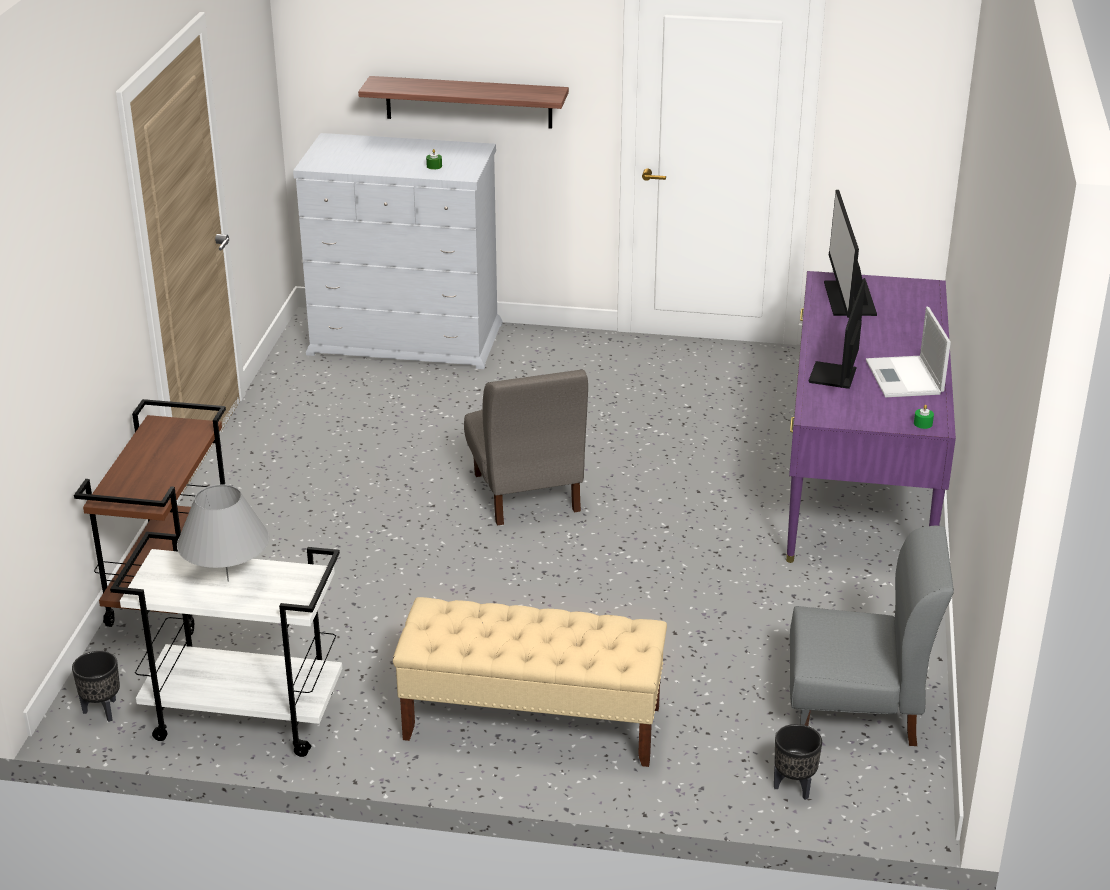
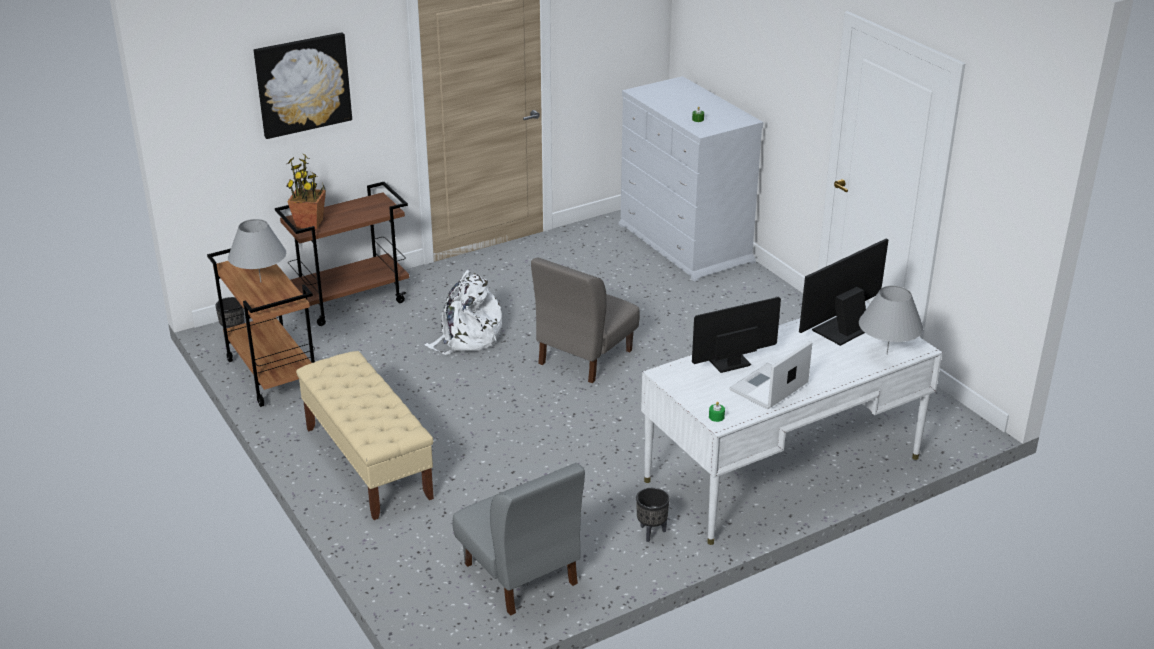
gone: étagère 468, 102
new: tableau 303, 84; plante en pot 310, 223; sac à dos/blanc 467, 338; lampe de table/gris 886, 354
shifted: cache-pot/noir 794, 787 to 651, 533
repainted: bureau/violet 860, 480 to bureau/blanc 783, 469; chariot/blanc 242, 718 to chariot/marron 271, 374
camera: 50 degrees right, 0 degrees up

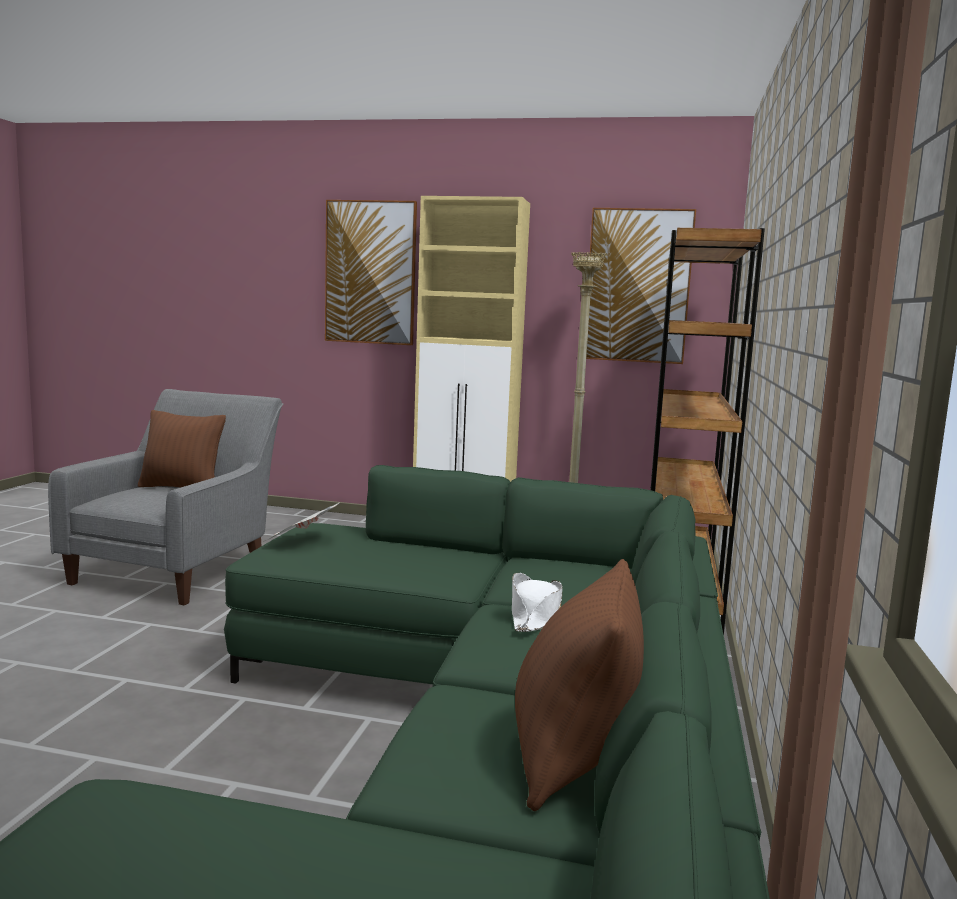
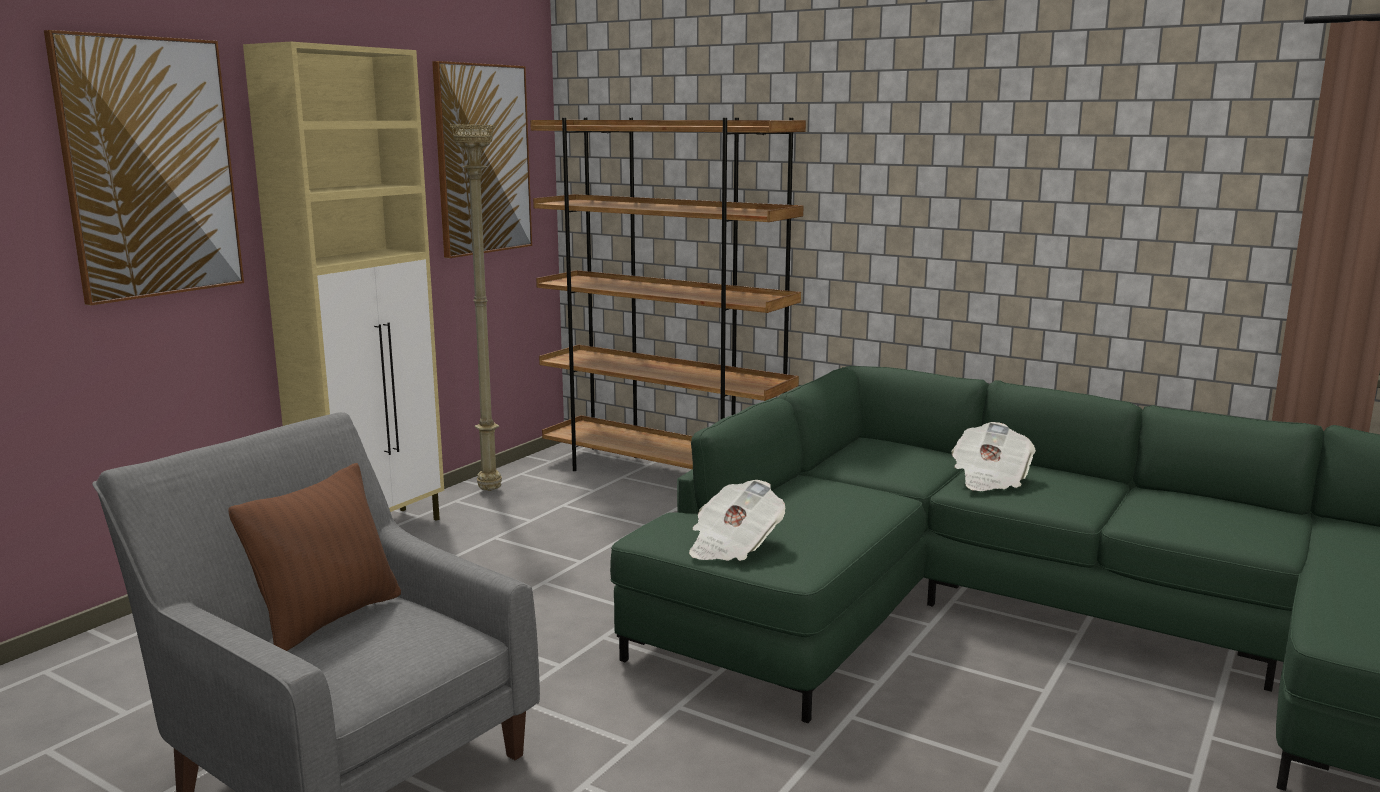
gone: coussin/marron 572, 757
swapped: chapeau/blanc 535, 615 to journal 989, 479
camera: 70 degrees left, 5 degrees up

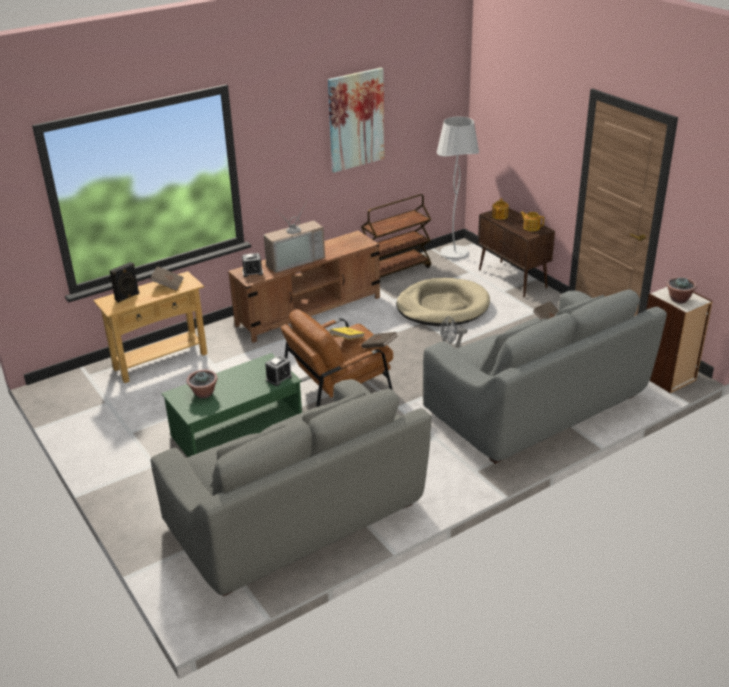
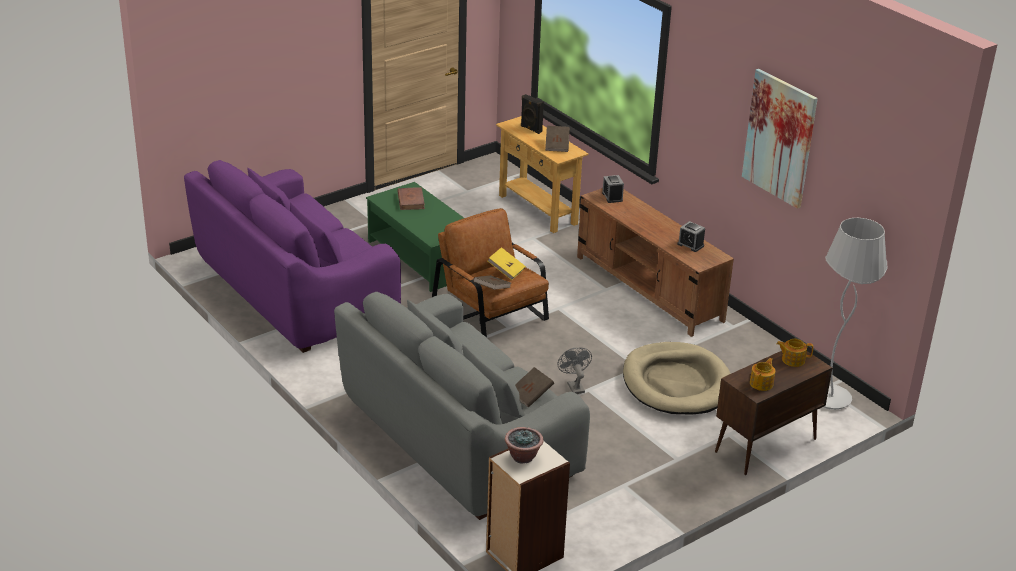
gone: chariot/marron 396, 271; téléviseur 294, 260
shifted: réveil 279, 378 to 690, 245
swapped: plante en pot 204, 394 to livre/marron 411, 200
repainted: canapé/gris 296, 517 to canapé/violet 295, 293
camera: 85 degrees right, 0 degrees up

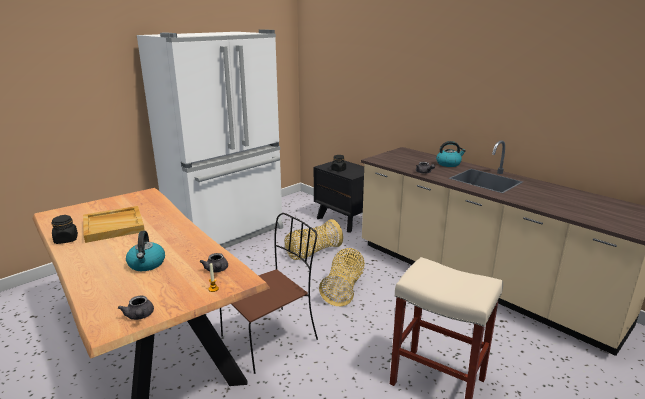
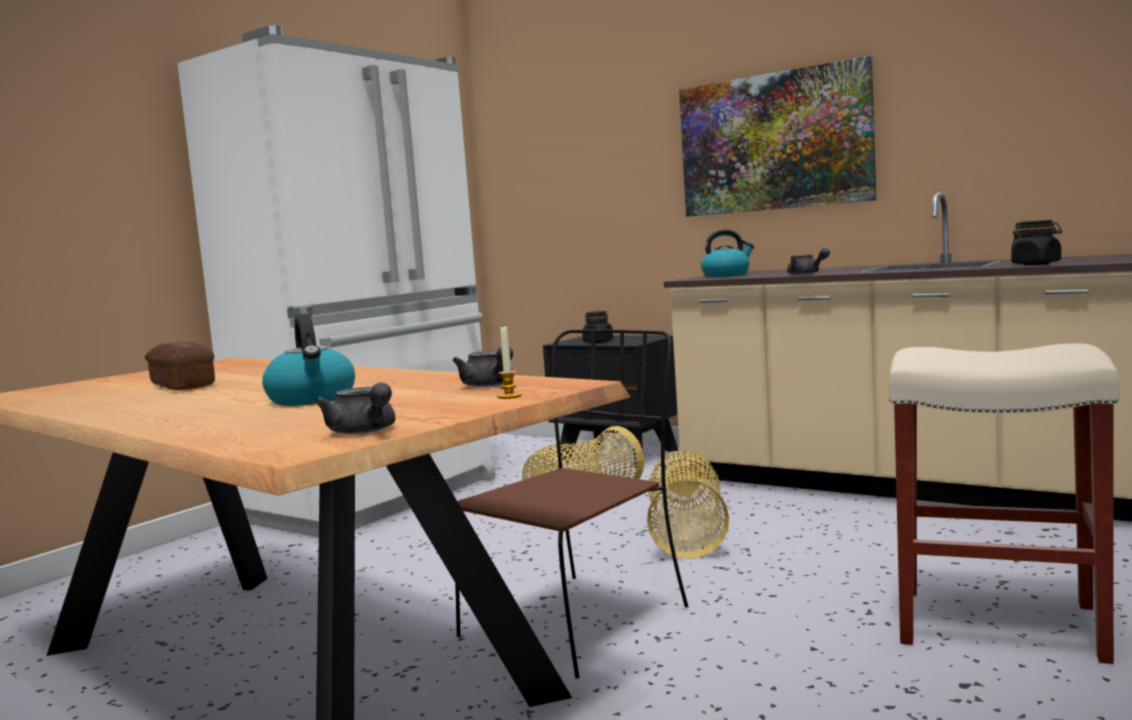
new: tableau 774, 142
shifted: bouilloire 448, 164 to 726, 275; bocal/noir 66, 240 to 1036, 264
swapped: plateau/beige 114, 226 to pain 182, 385
camera: 10 degrees left, 15 degrees down

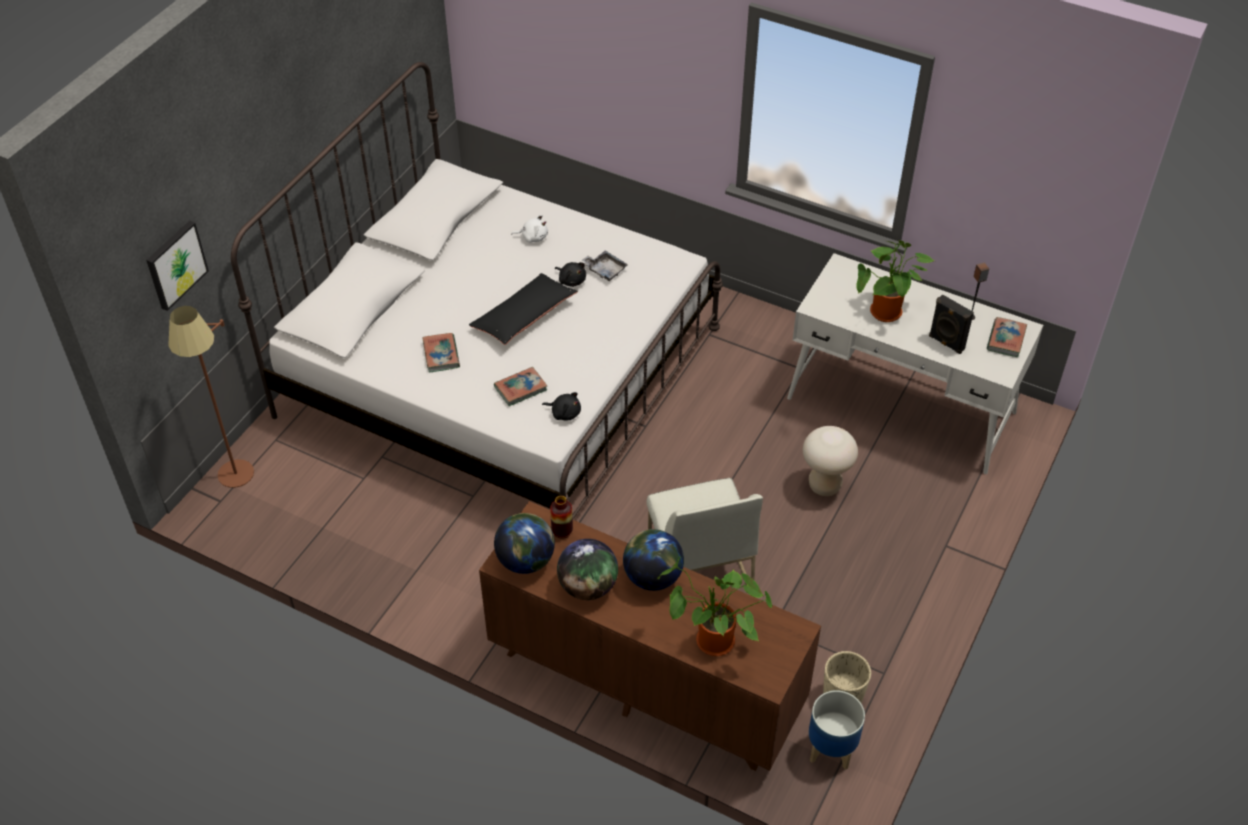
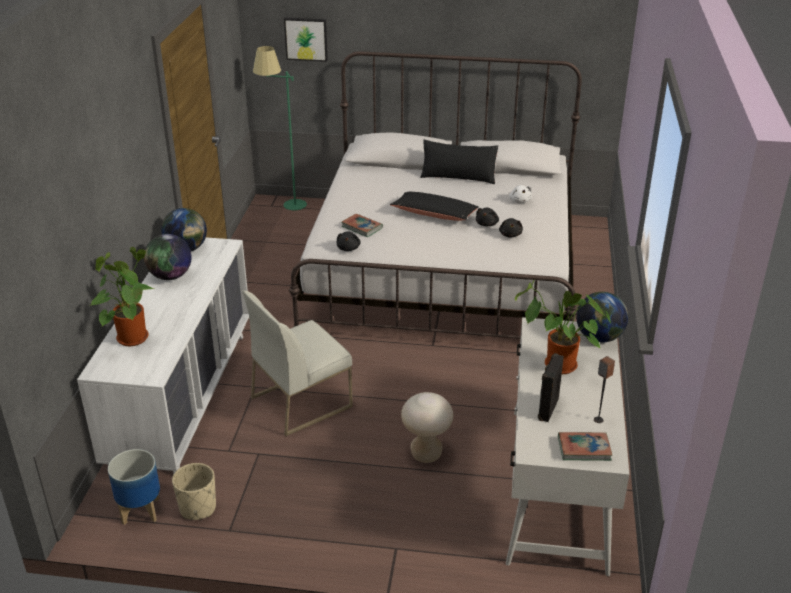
gone: livre 441, 355; vase 562, 531
new: coussin/noir 458, 177
shifted: globe 652, 577 to 599, 337
swapped: plateau/gris 605, 270 to peluche/noir 510, 234
repainted: lampadaire/marron 239, 485 to lampadaire/vert 286, 208; commode/marron 645, 680 to commode/blanc 183, 397
camera: 70 degrees right, 15 degrees down

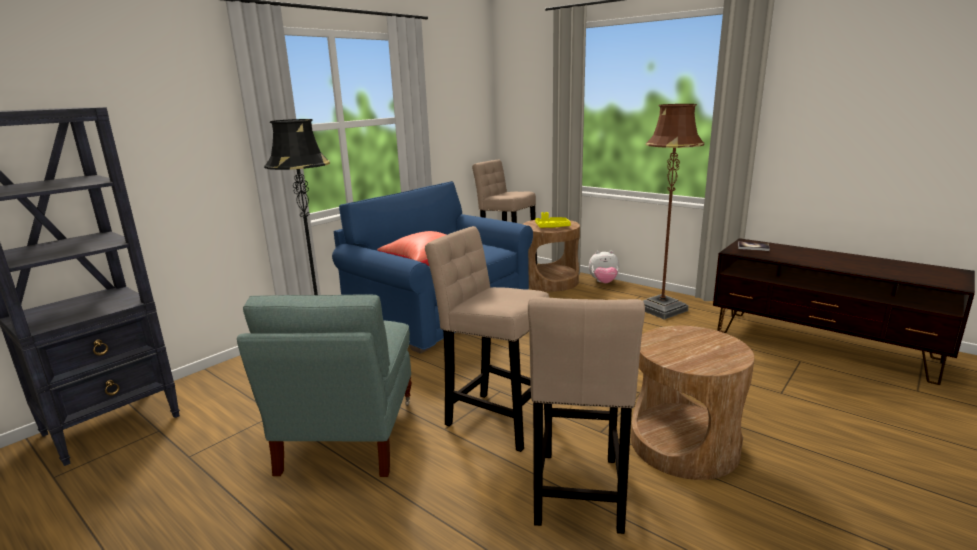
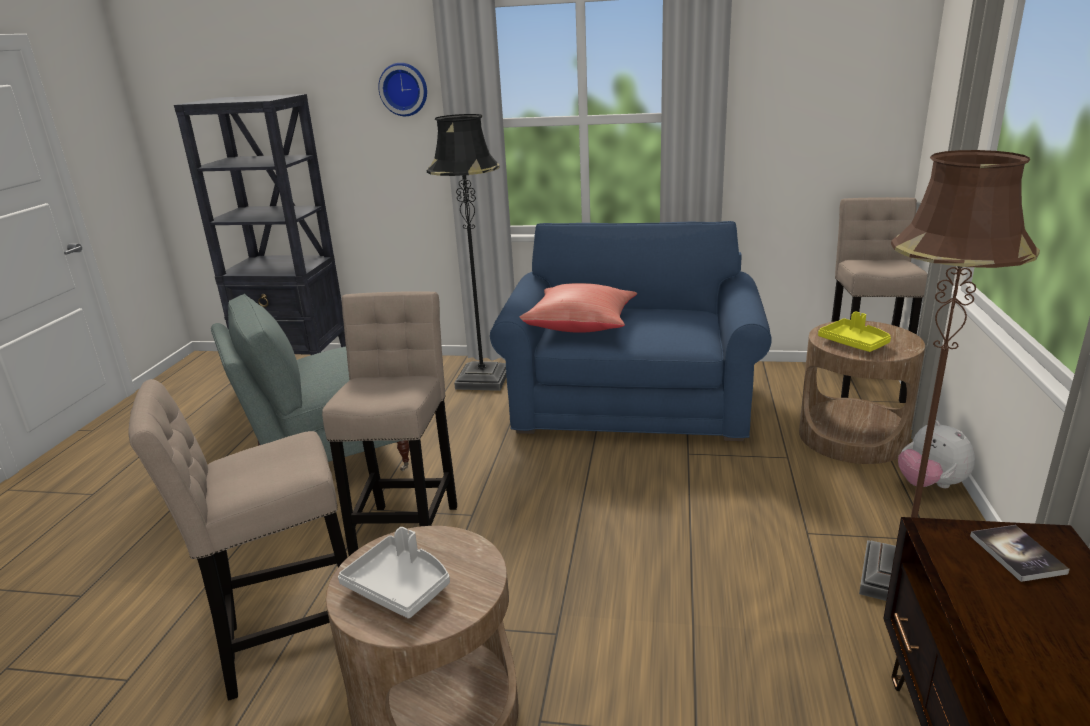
new: horloge murale 404, 89; plateau/gris 400, 586
camera: 60 degrees right, 5 degrees up

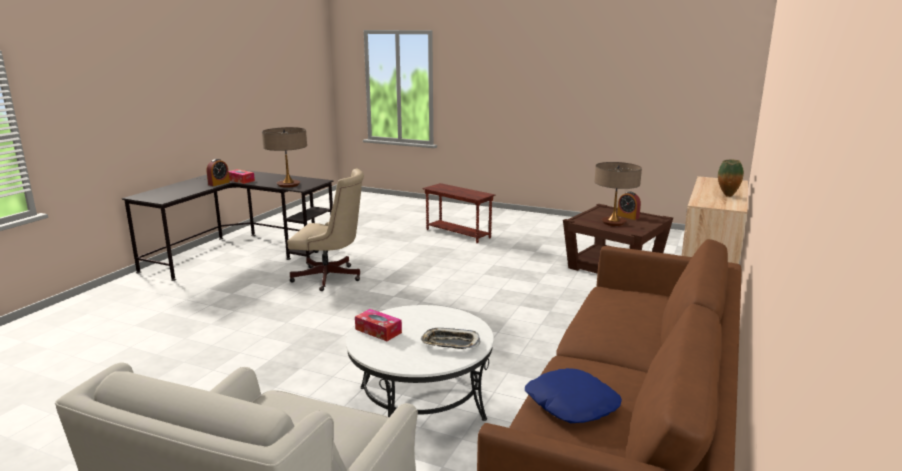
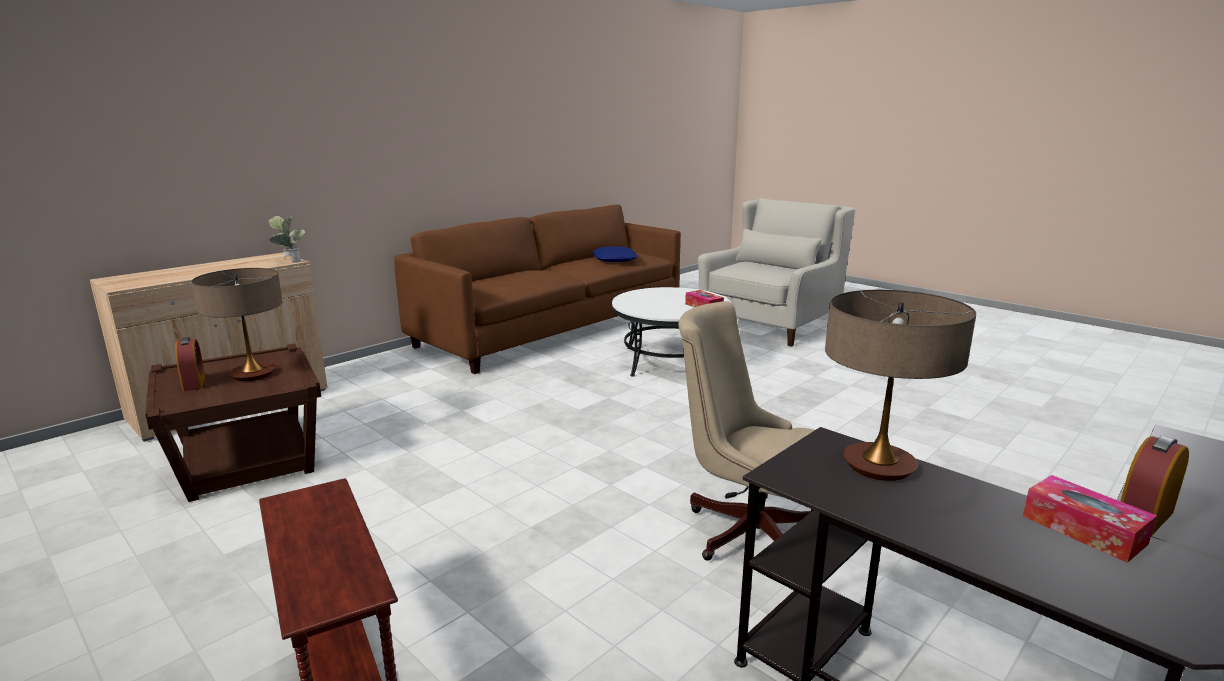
gone: vase 727, 196; plateau 450, 343
new: plante en pot 289, 261
camera: 160 degrees left, 0 degrees up

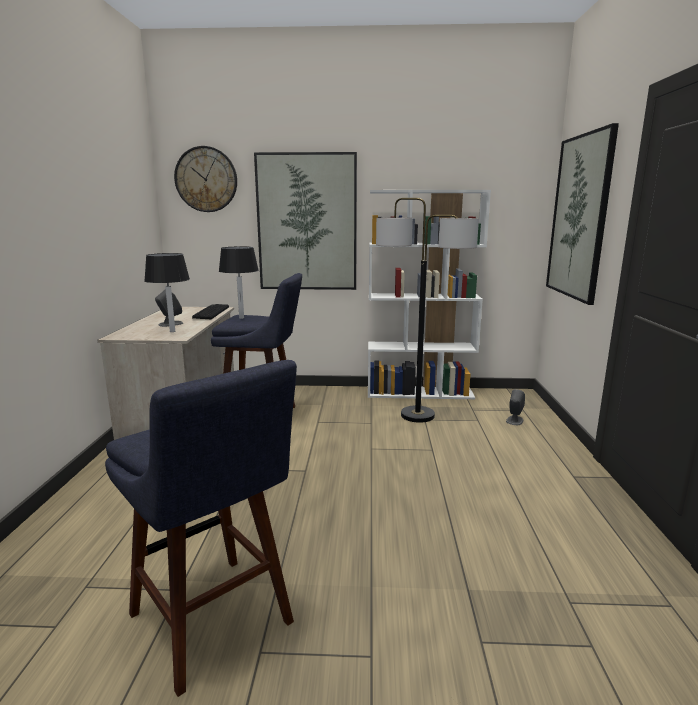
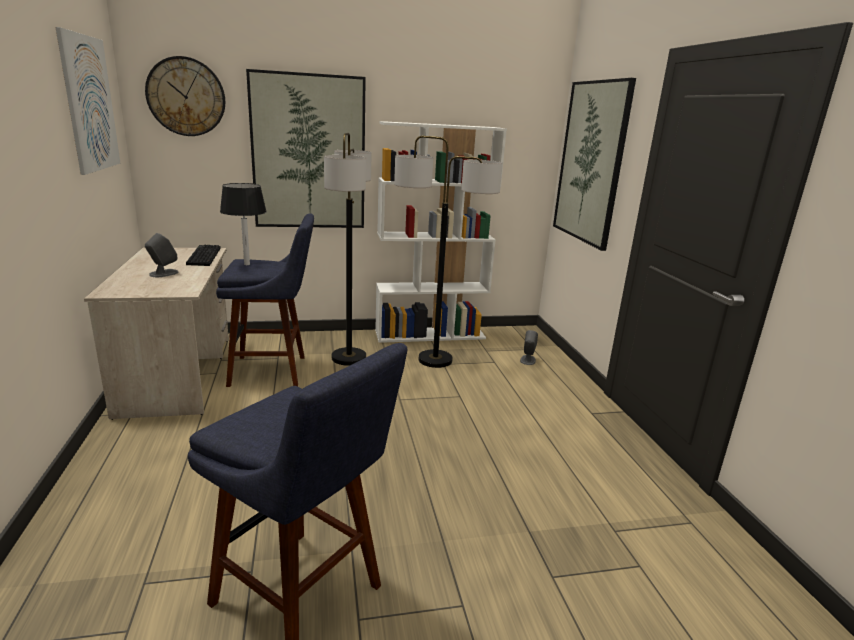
gone: lampe de table/noir 172, 331
new: tableau 90, 104; lampadaire 349, 357
camera: 15 degrees left, 5 degrees up

